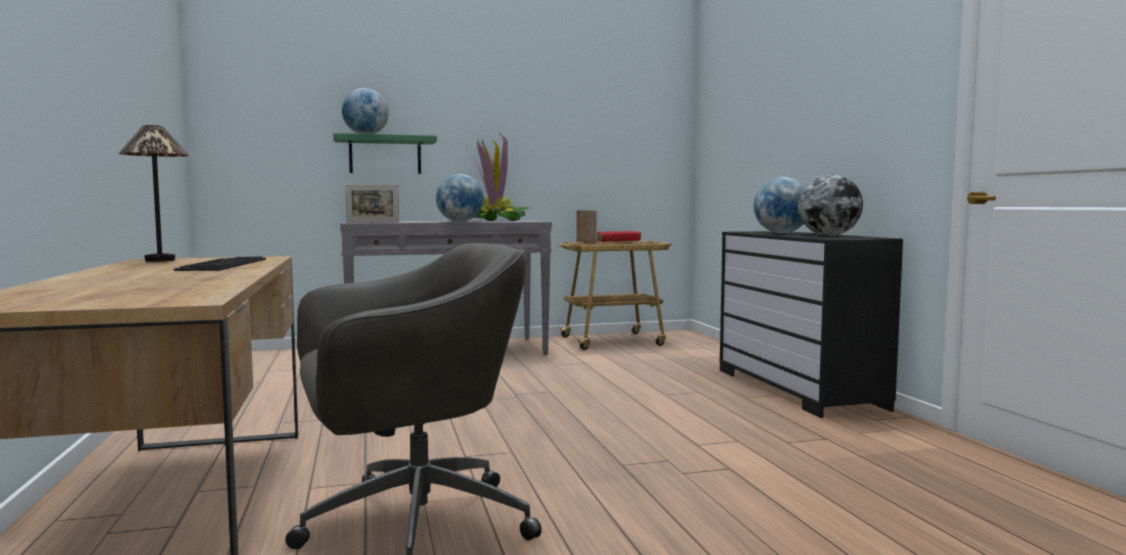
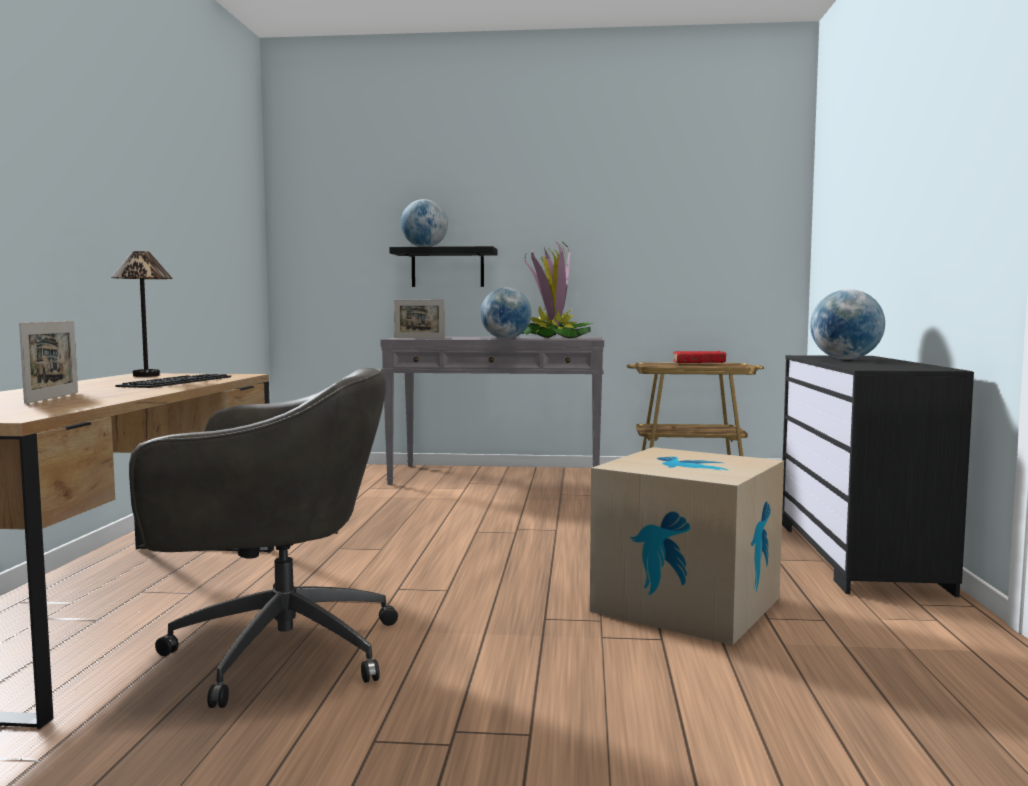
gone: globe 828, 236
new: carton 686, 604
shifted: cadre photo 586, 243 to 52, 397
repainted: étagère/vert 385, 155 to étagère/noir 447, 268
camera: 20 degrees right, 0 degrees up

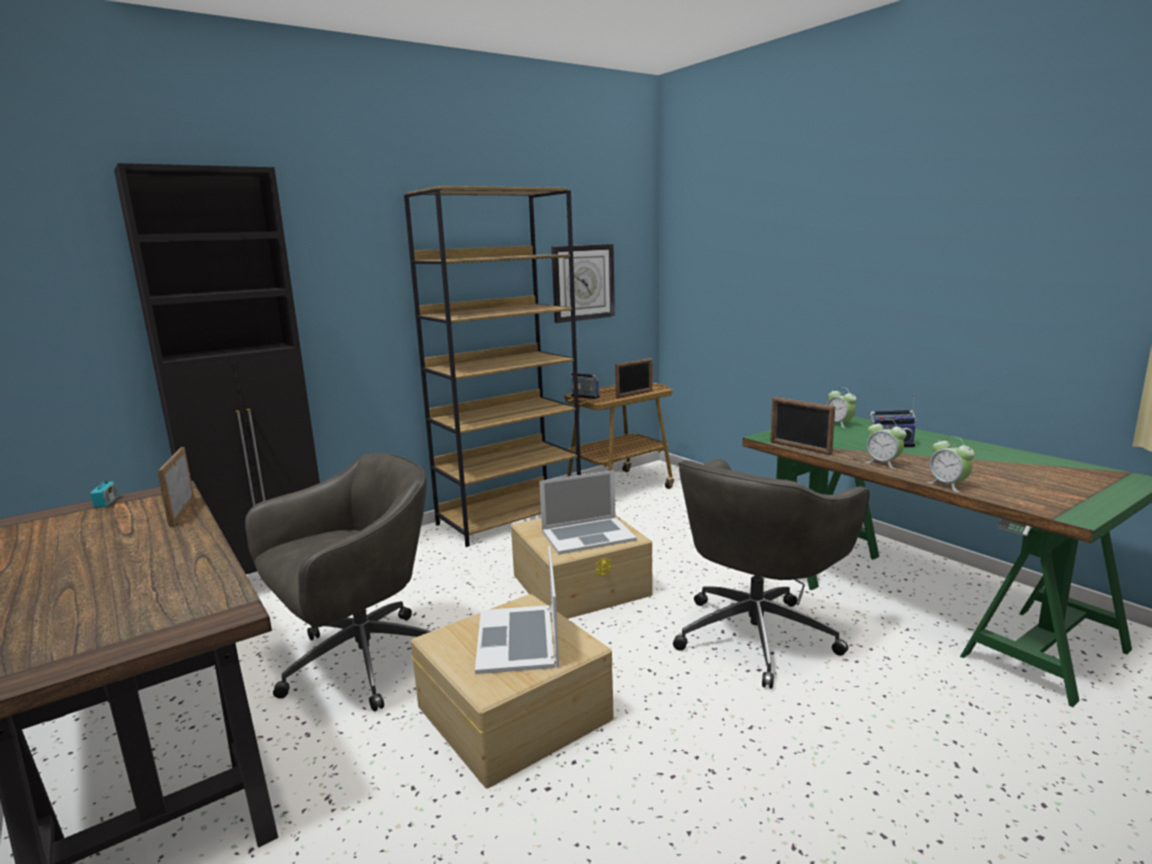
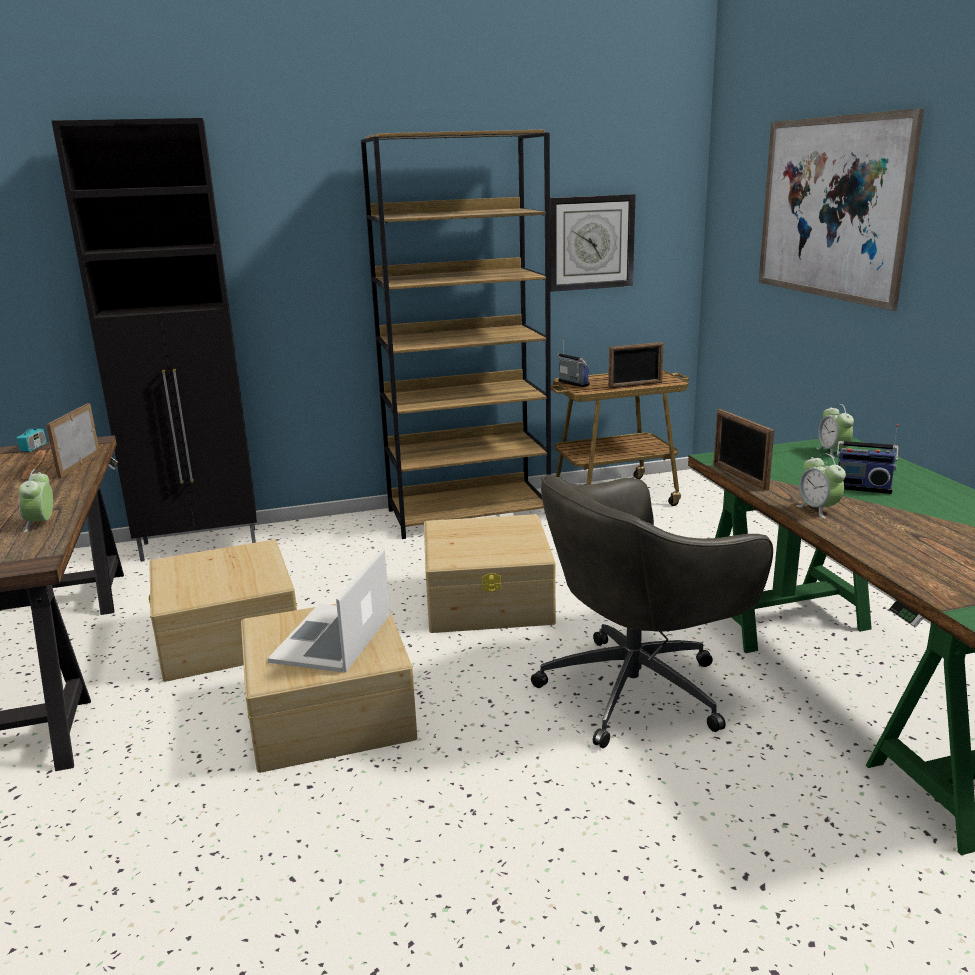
gone: ordinateur portable 588, 535
new: tableau 830, 208
shifted: réveil 948, 485 to 41, 523
swapped: chaise de bureau/gris 359, 663 to boîte de rangement/beige 228, 636
camera: 20 degrees right, 5 degrees up

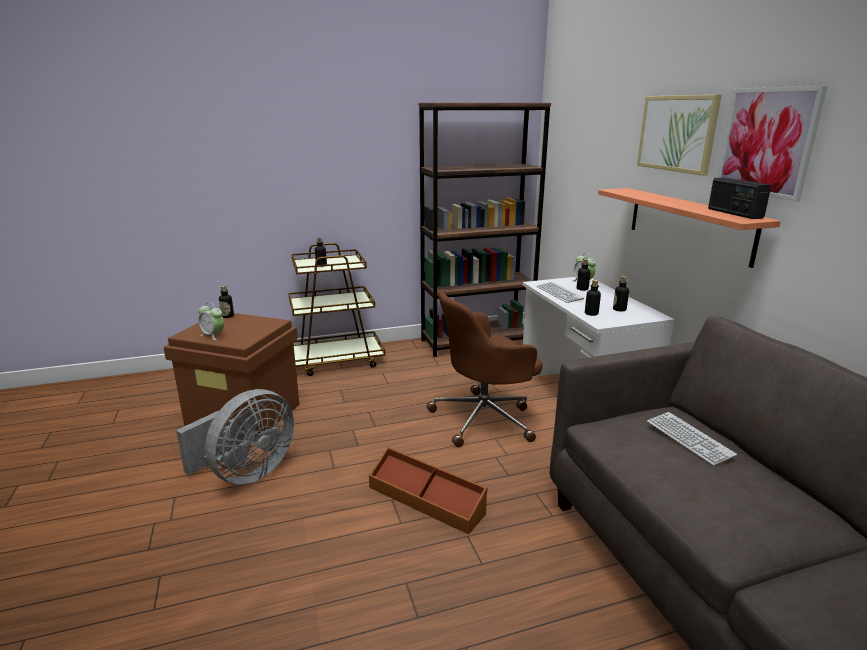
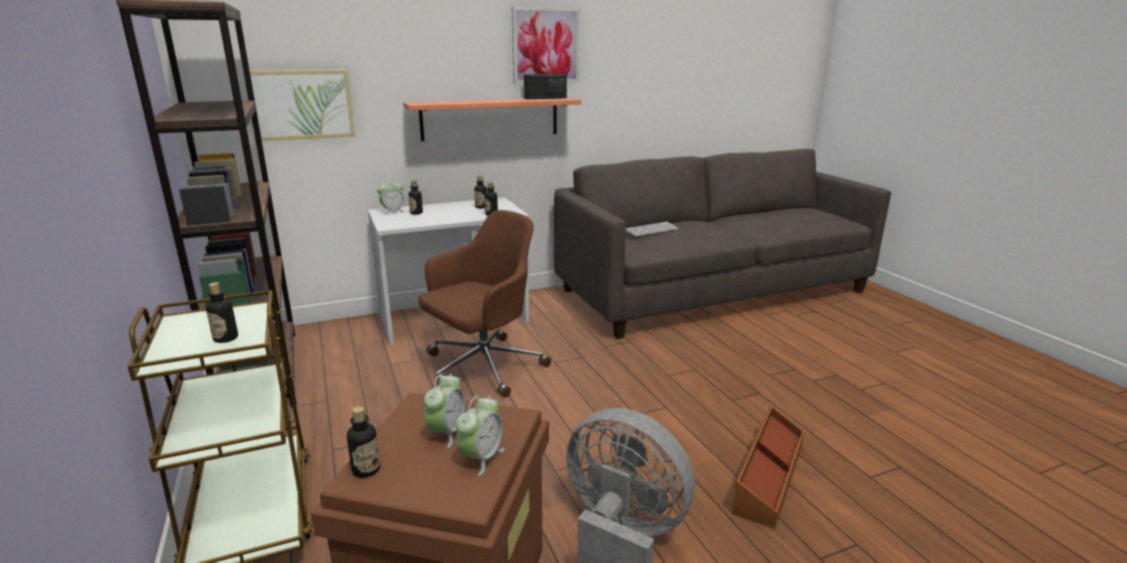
gone: clavier 559, 293
new: réveil 447, 432
shifted: tableau 677, 133 to 302, 104; boîte de rangement/marron 426, 499 to 767, 476
rotated: chaise de bureau/marron 485, 418 = 482, 367 105 degrees counterclockwise
camera: 95 degrees left, 0 degrees up

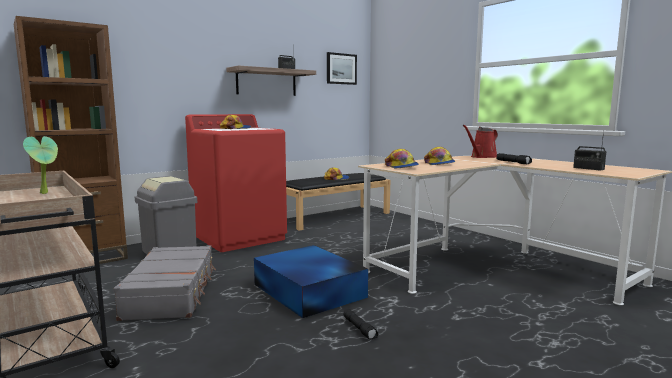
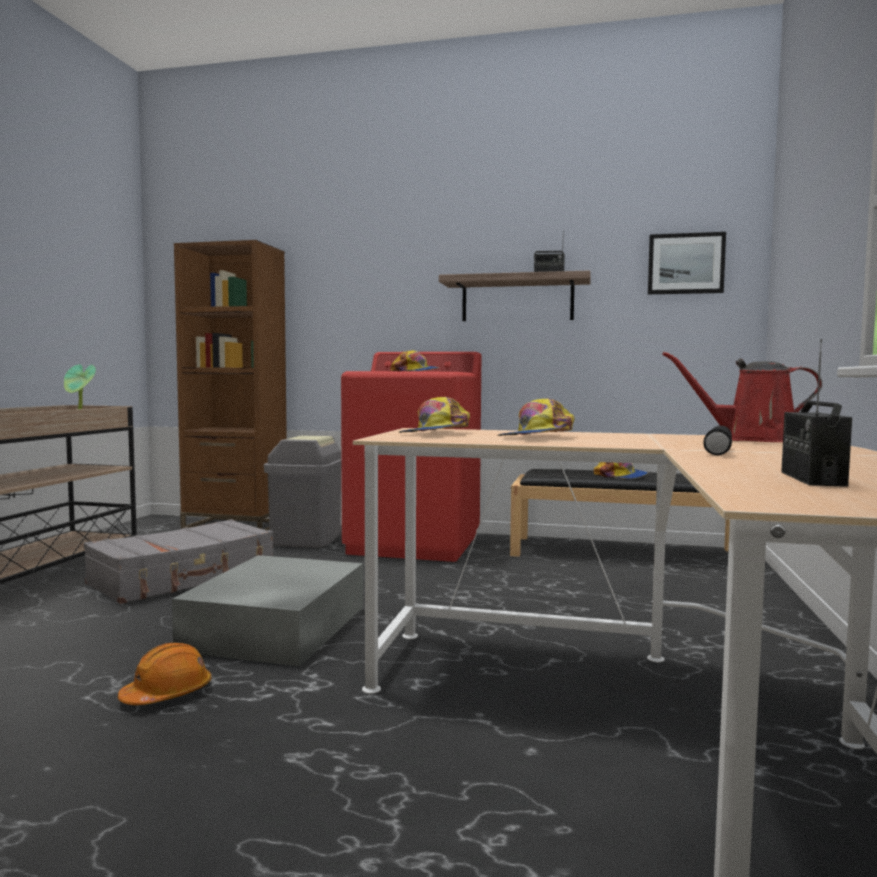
swapped: lampe de poche/noir 360, 329 to casque de chantier/orange 167, 694
repainted: boîte de rangement/bleu 309, 291 to boîte de rangement/gris 274, 628
camera: 50 degrees right, 5 degrees down

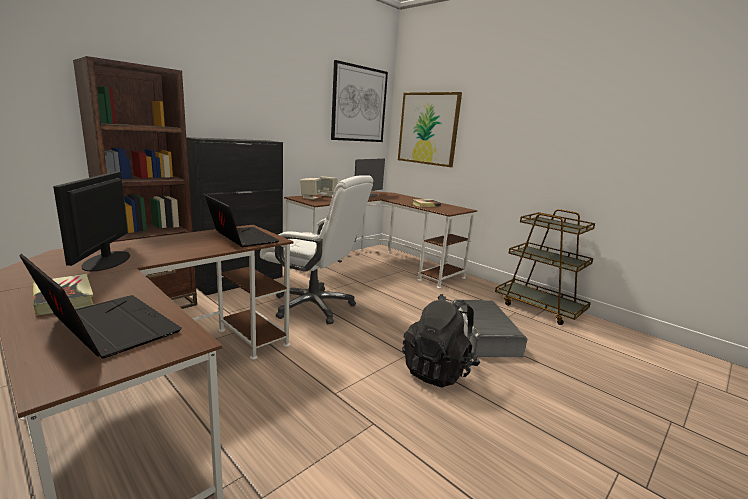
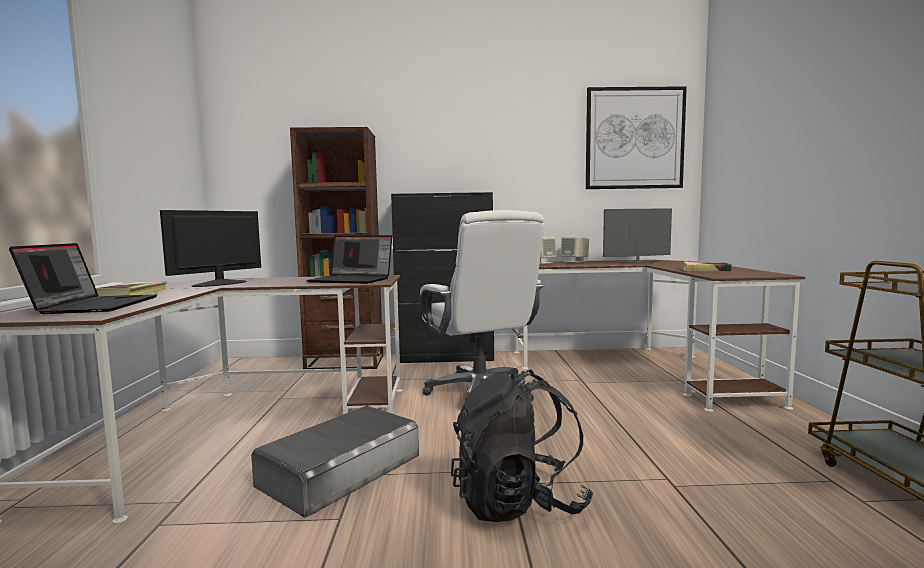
gone: tableau 428, 129
shifted: boîte de rangement/gris 483, 335 to 340, 469
rotated: ordinateur portable 241, 238 = 352, 280 105 degrees clockwise
camera: 45 degrees right, 10 degrees down

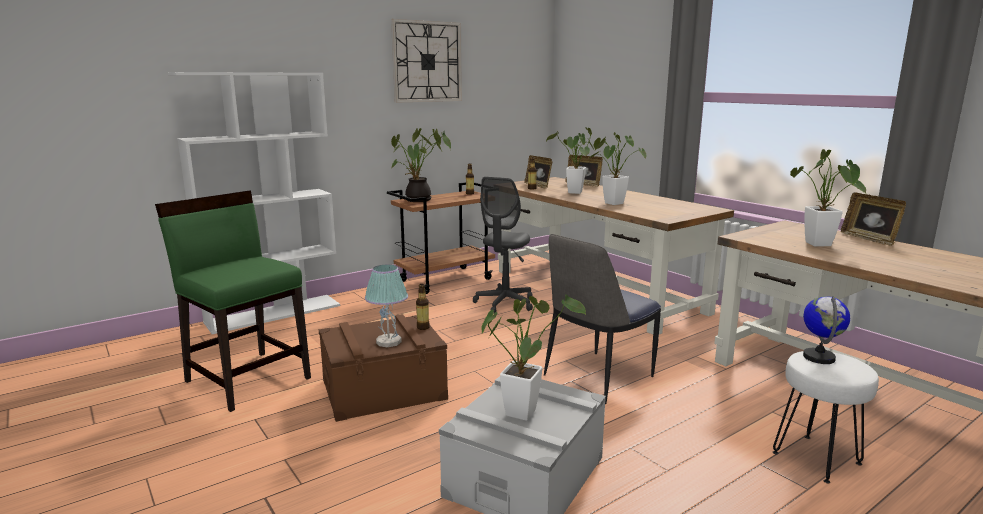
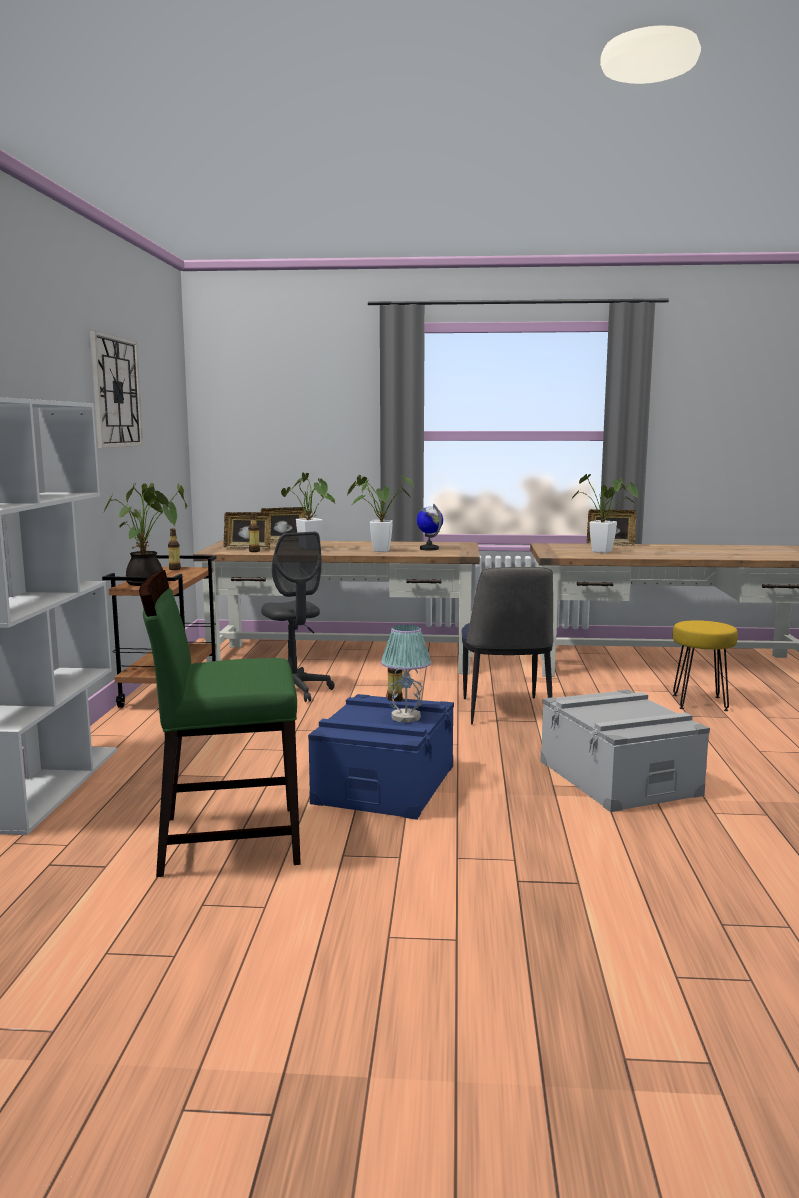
gone: plante en pot 524, 410
shifted: globe 819, 357 to 429, 549
repainted: boîte de rangement/marron 383, 389 to boîte de rangement/bleu 384, 784; tabouret/blanc 815, 458 to tabouret/jaune 699, 703
camera: 50 degrees left, 5 degrees down

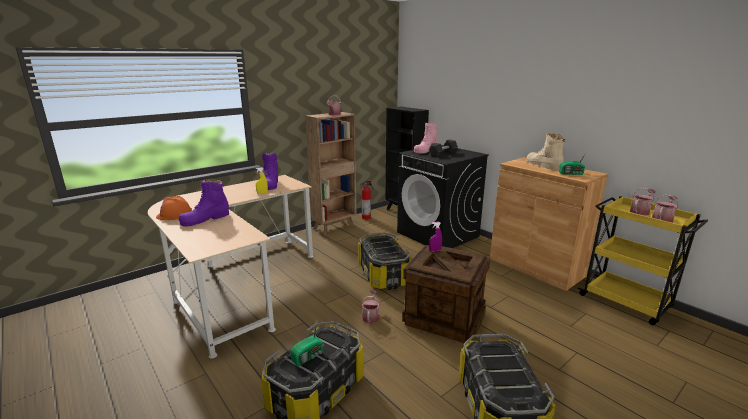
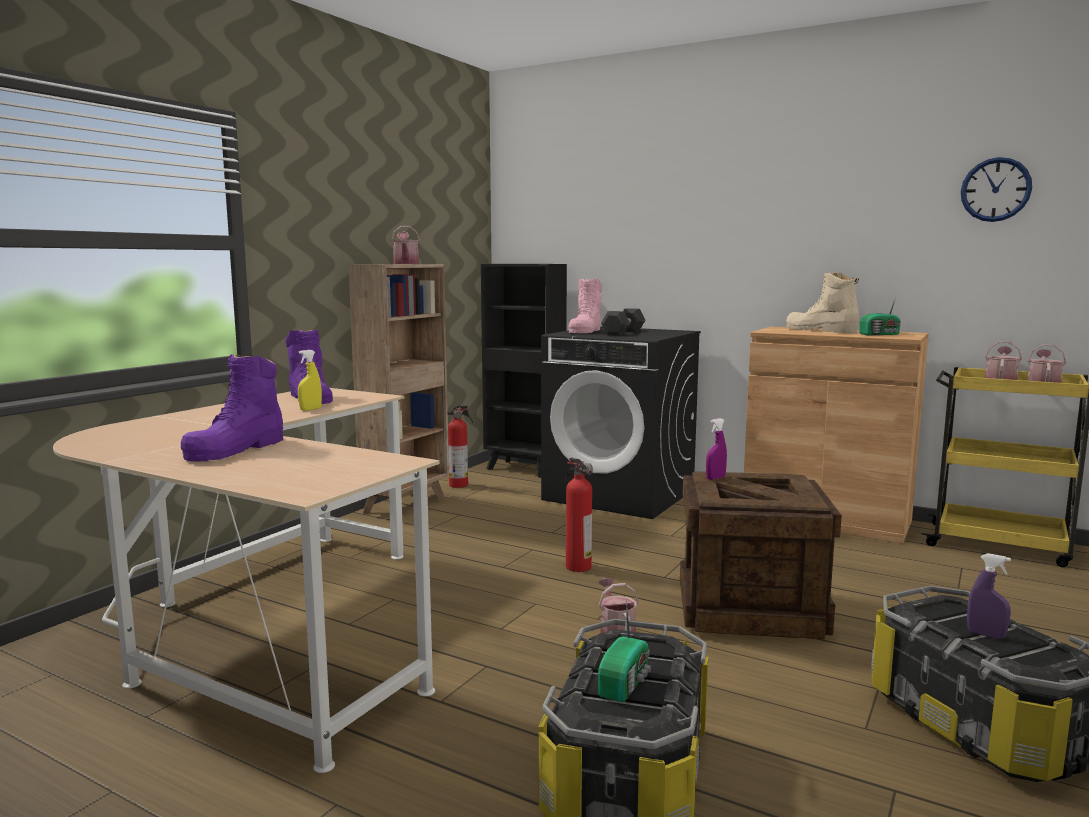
gone: casque de chantier/orange 174, 214
new: horloge murale 995, 189; vaporisateur/violet 986, 635
swapped: boîte de rangement 383, 275 to extincteur 577, 566
camera: 20 degrees left, 10 degrees down

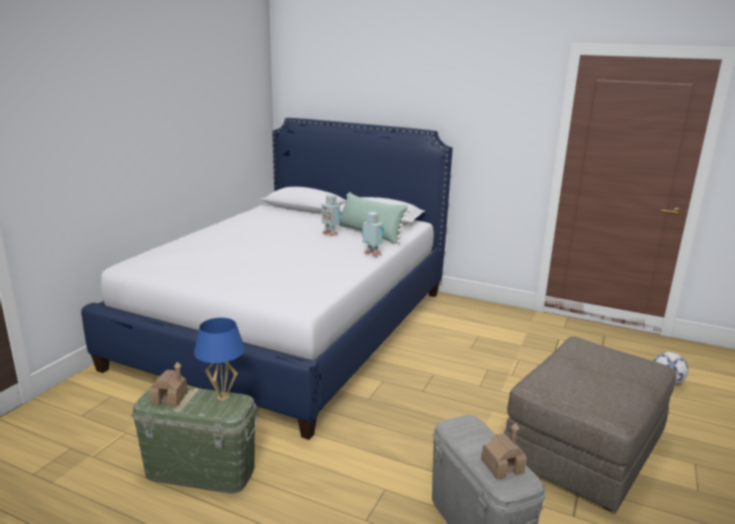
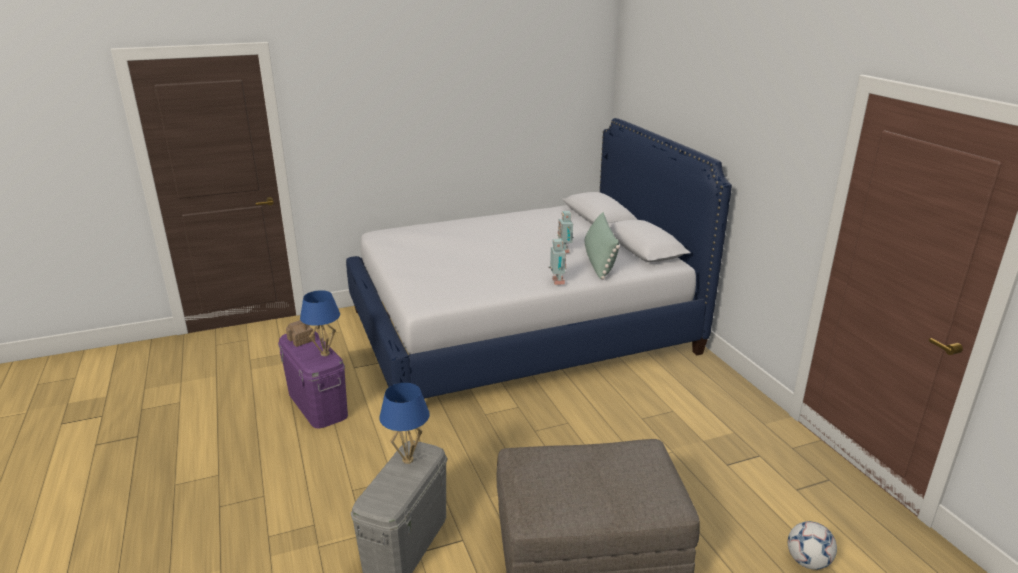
gone: maison miniature 502, 466
new: lampe de table/bleu 408, 460
repainted: boîte de rangement/vert 200, 471 to boîte de rangement/violet 317, 404
camera: 45 degrees right, 5 degrees up

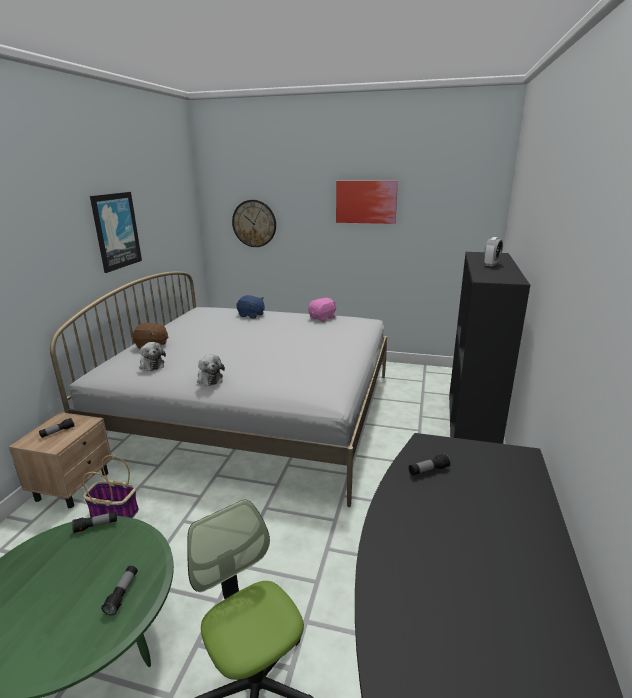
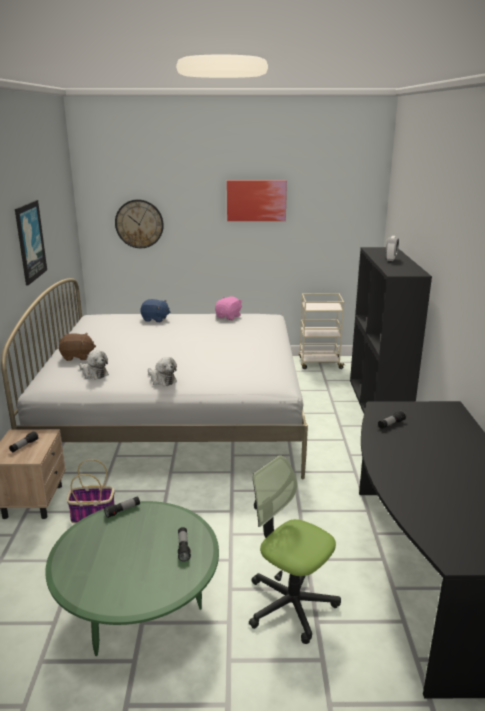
new: chariot/beige 319, 363
camera: 15 degrees left, 0 degrees up

